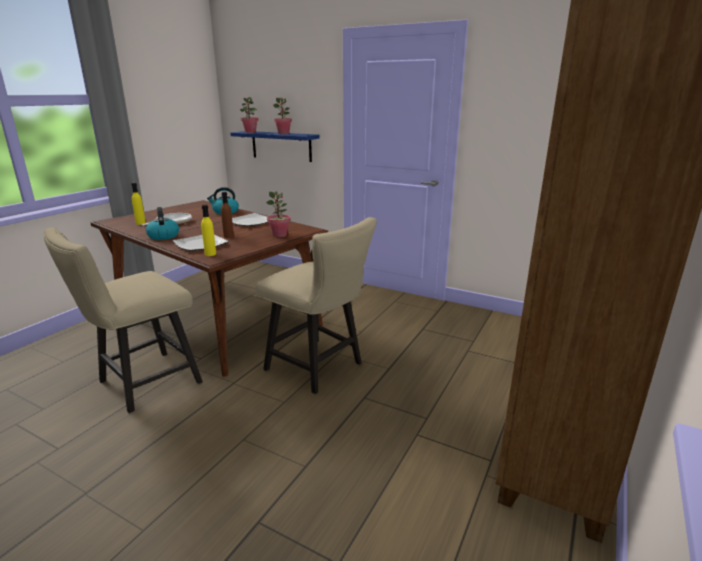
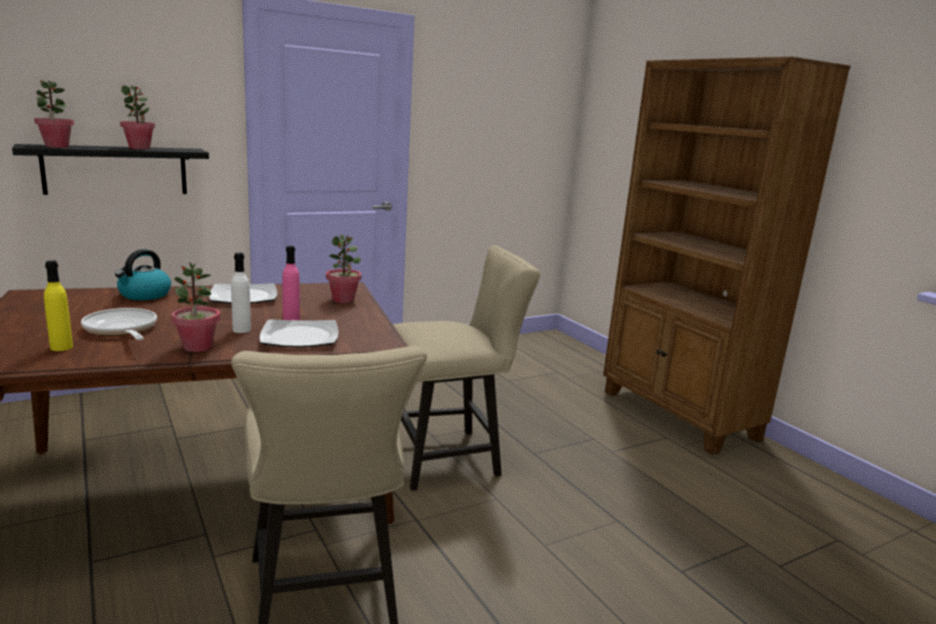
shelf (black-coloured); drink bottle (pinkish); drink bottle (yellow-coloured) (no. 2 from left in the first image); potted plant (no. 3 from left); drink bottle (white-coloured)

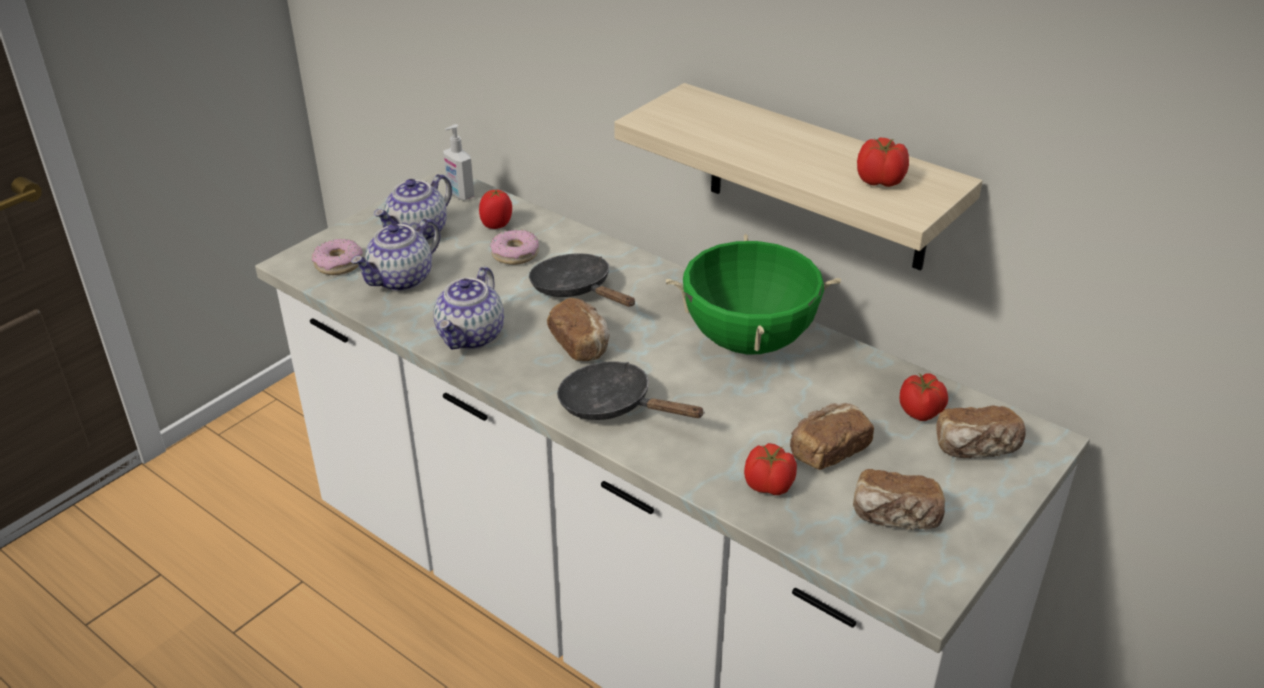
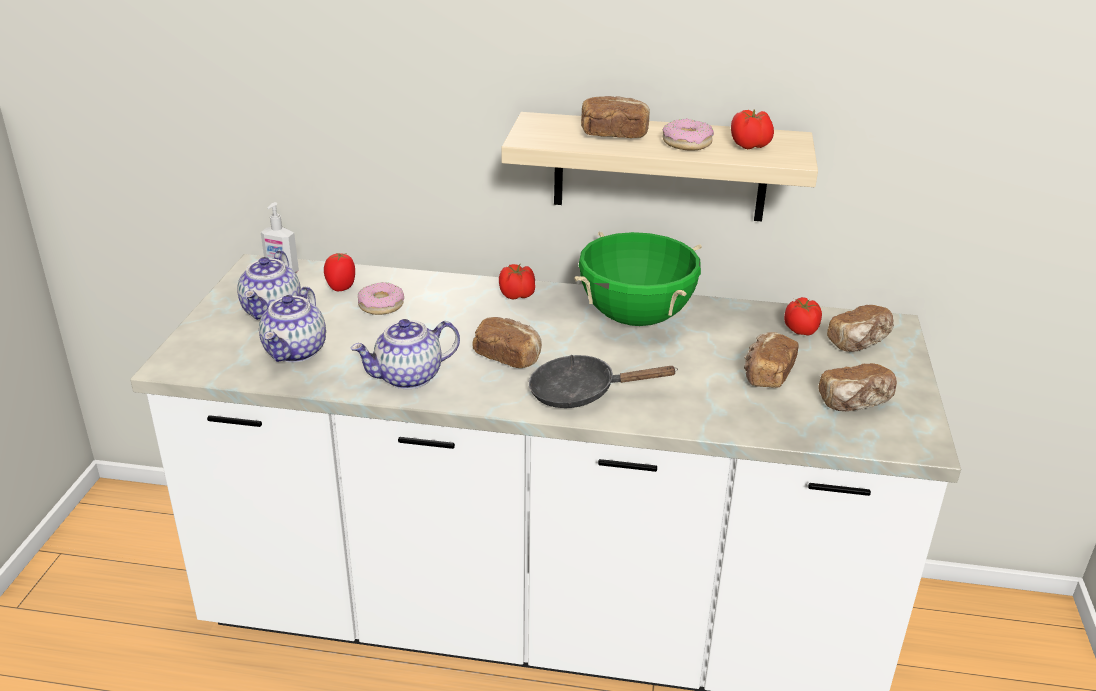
donut (no. 2 from left); skillet (black-coloured) (no. 1 from left in the first image); teapot (no. 3 from left); tomato (no. 2 from left); baked bread (no. 2 from left)

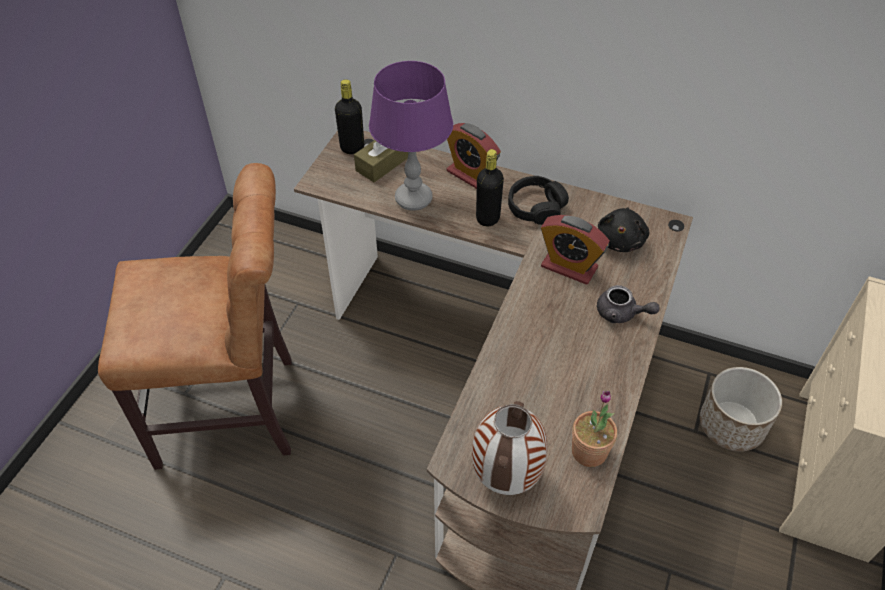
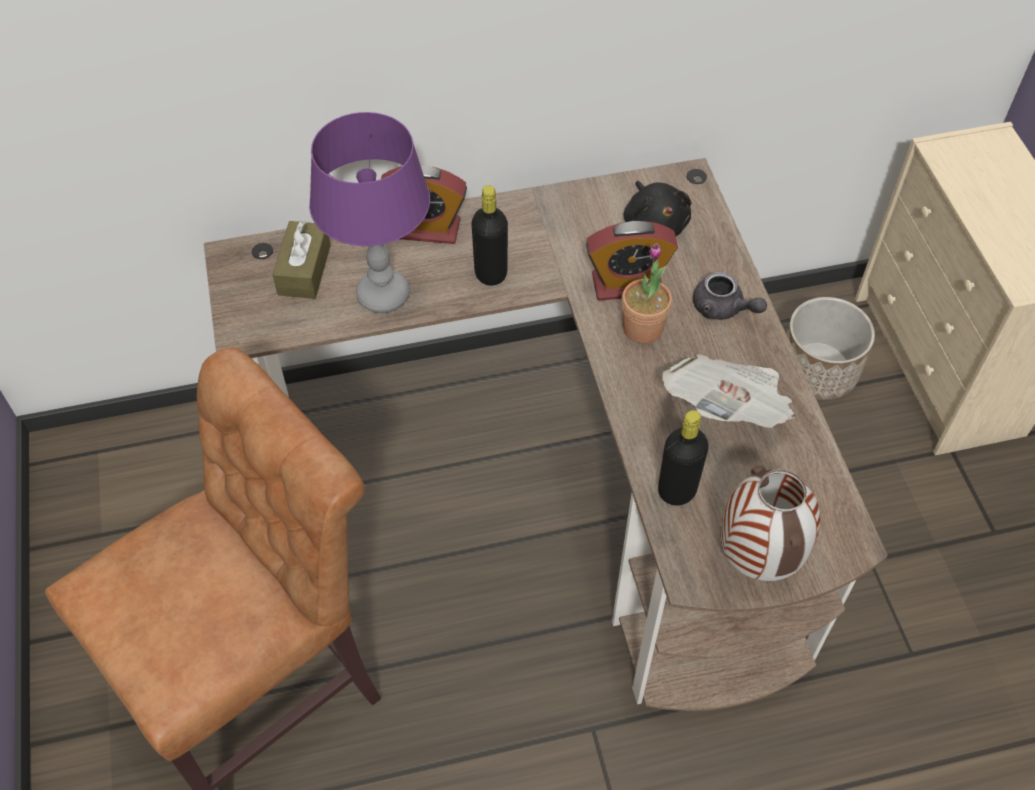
drink bottle (black-coloured) (no. 2 from left); headphones (black-coloured); teapot (greyish); potted plant; daily paper

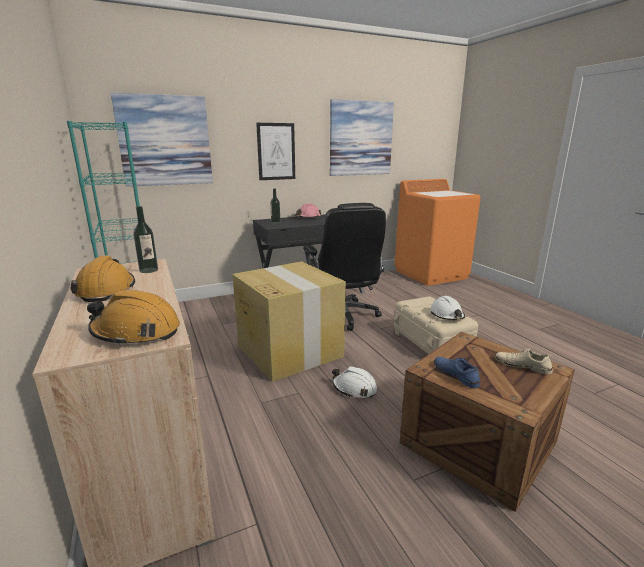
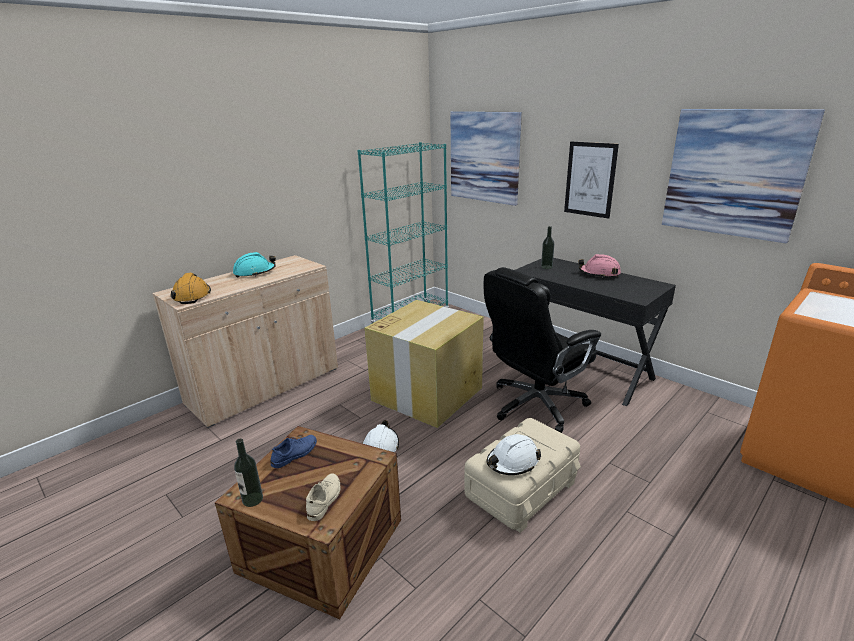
drink bottle (no. 1 from left); hard hat (turquoise)

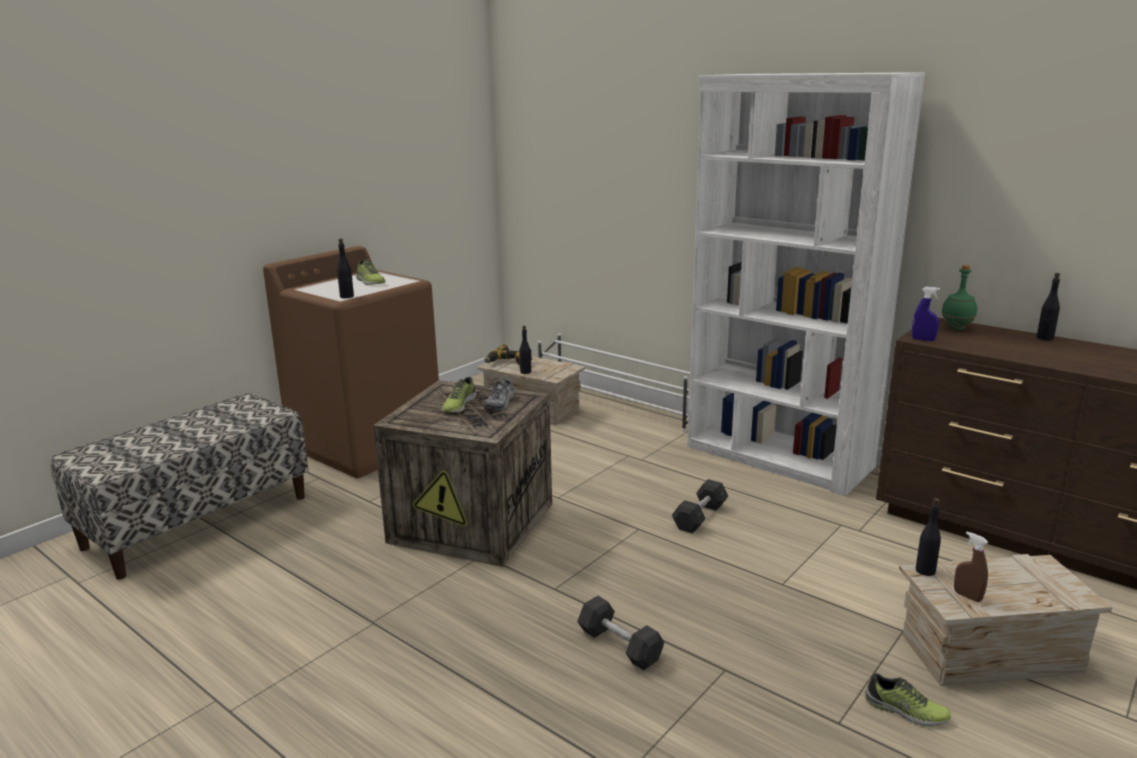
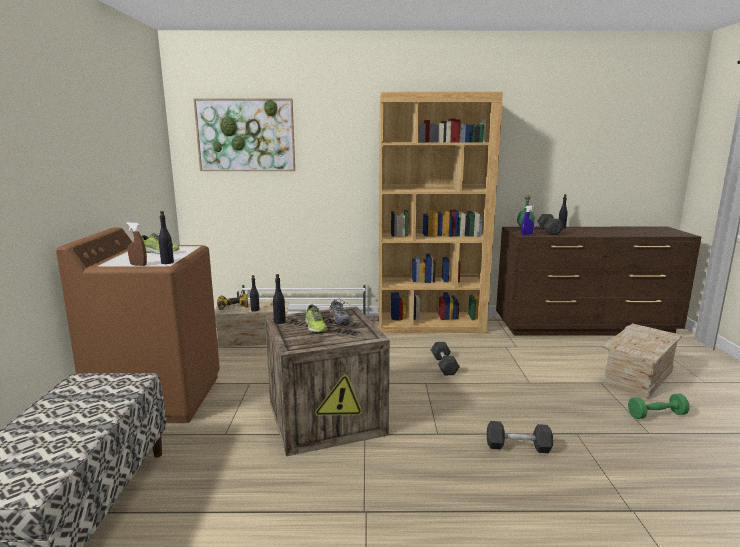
bookcase (brownish); drink bottle (black-coloured) (no. 3 from left); hand sprayer (brownish); dumbbell (green-coloured); wall art; dumbbell (greyish) (no. 3 from left)

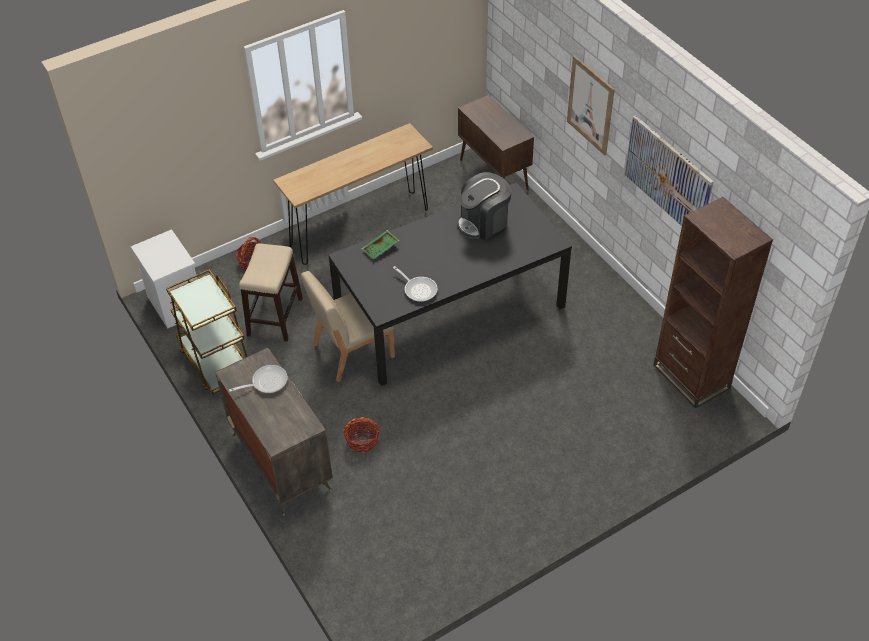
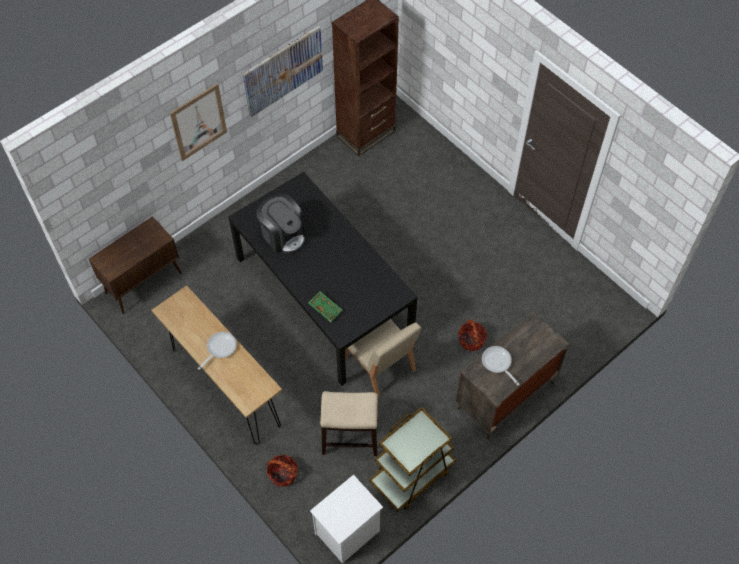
skillet (no. 1 from left)

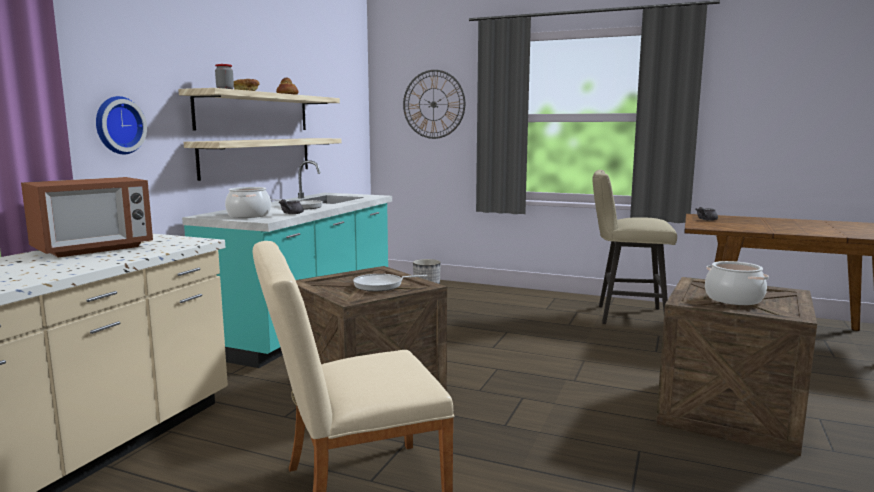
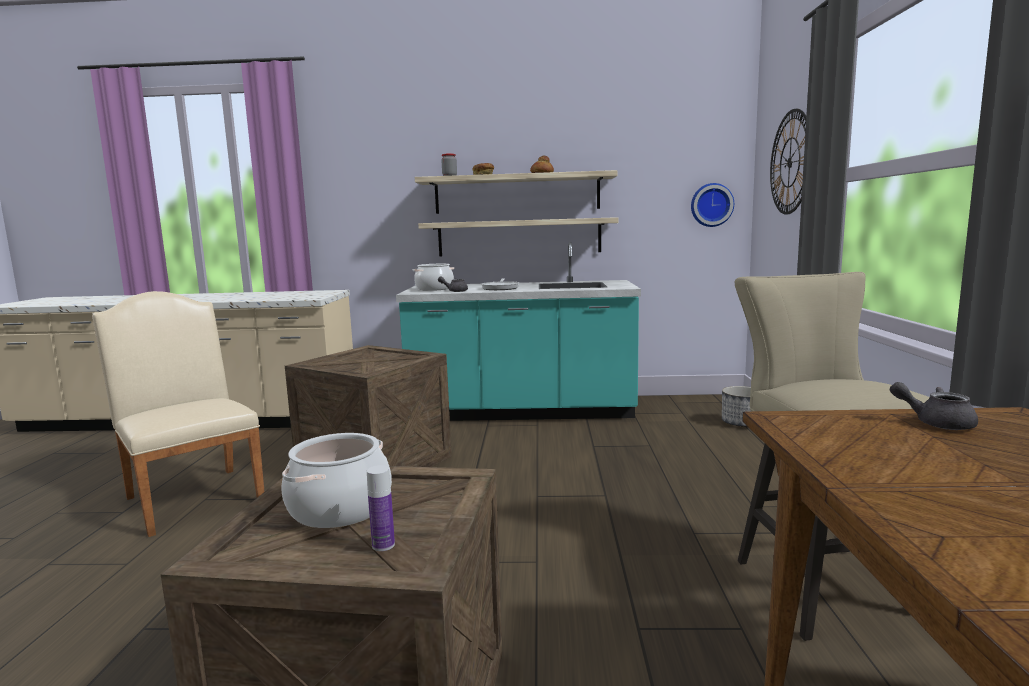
clock on the wall (no. 1 from left); microwave oven; skillet (no. 2 from left in the first image); drink bottle

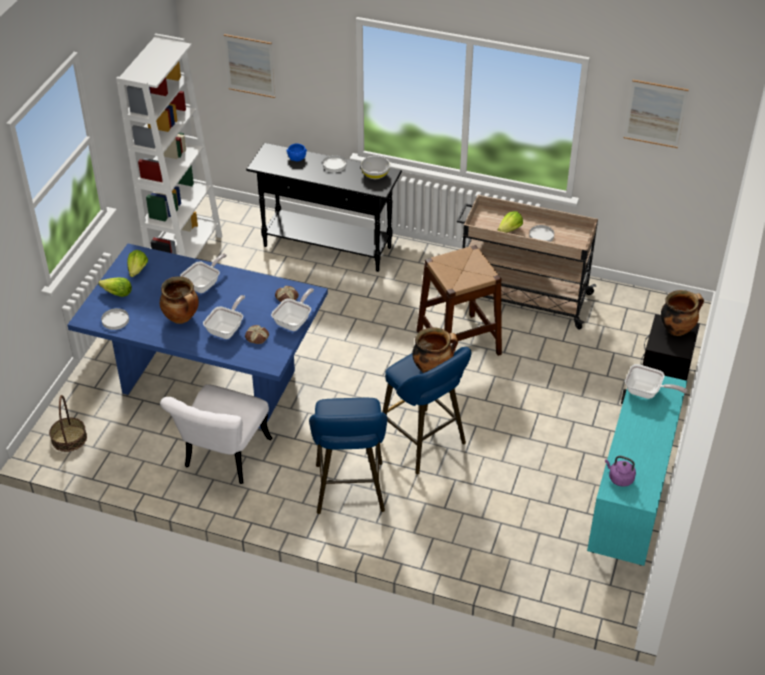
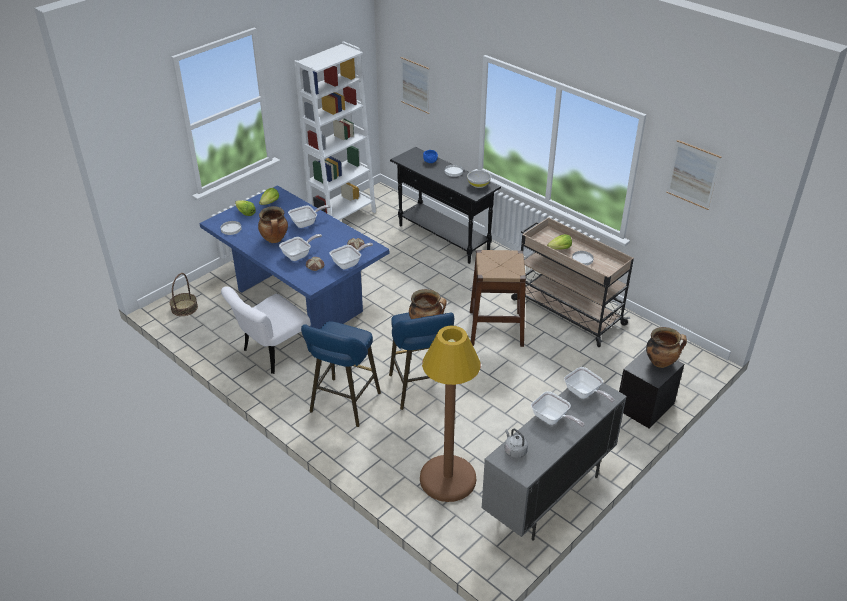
storage cabinet (greyish); tea kettle (greyish); standard lamp (brownish); skillet (no. 4 from left)

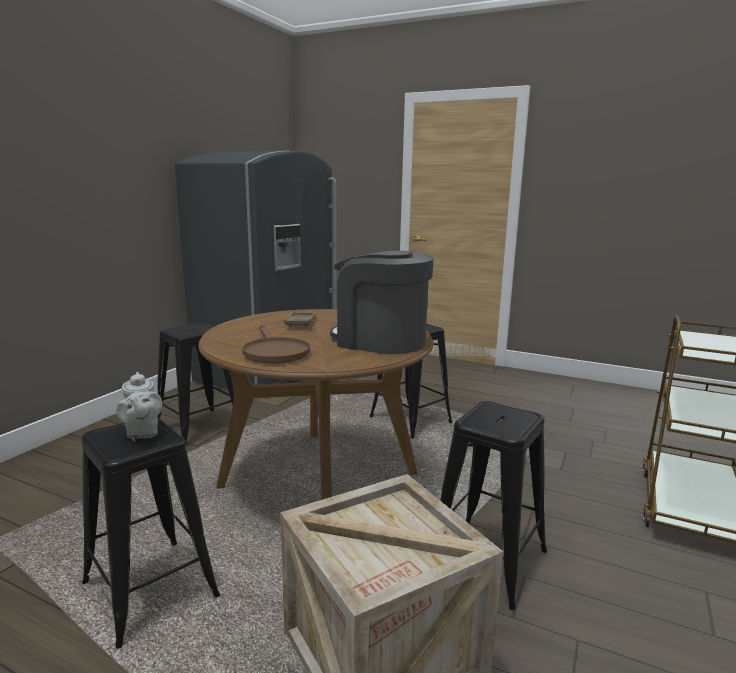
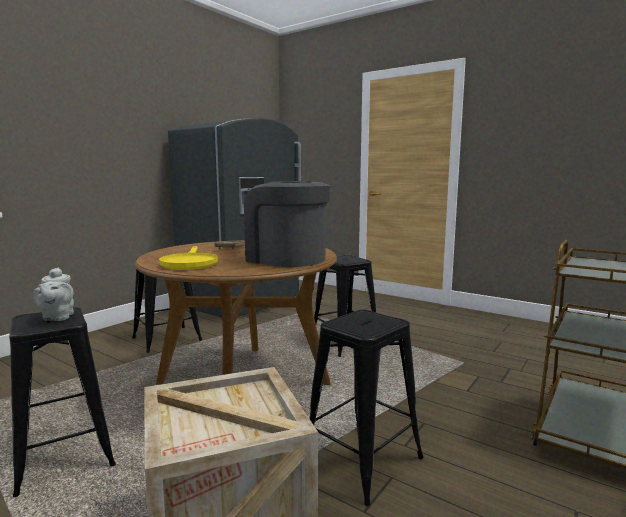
skillet (yellow-coloured)

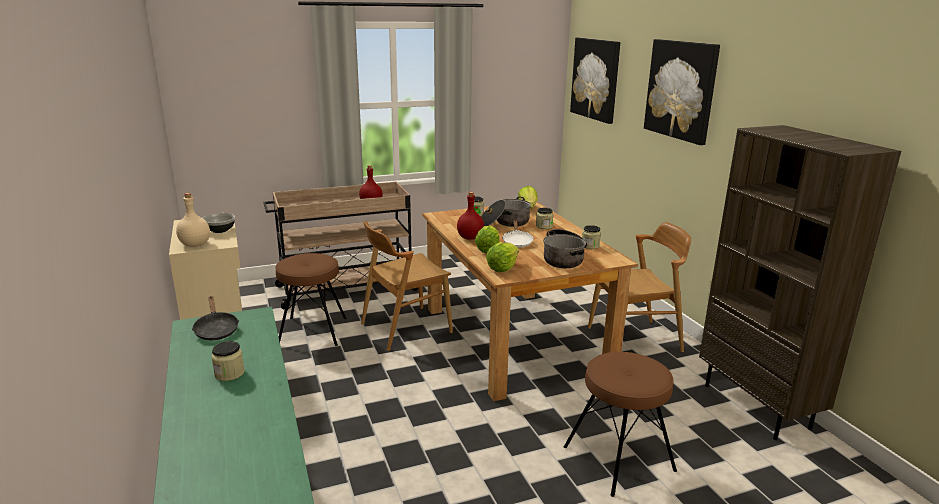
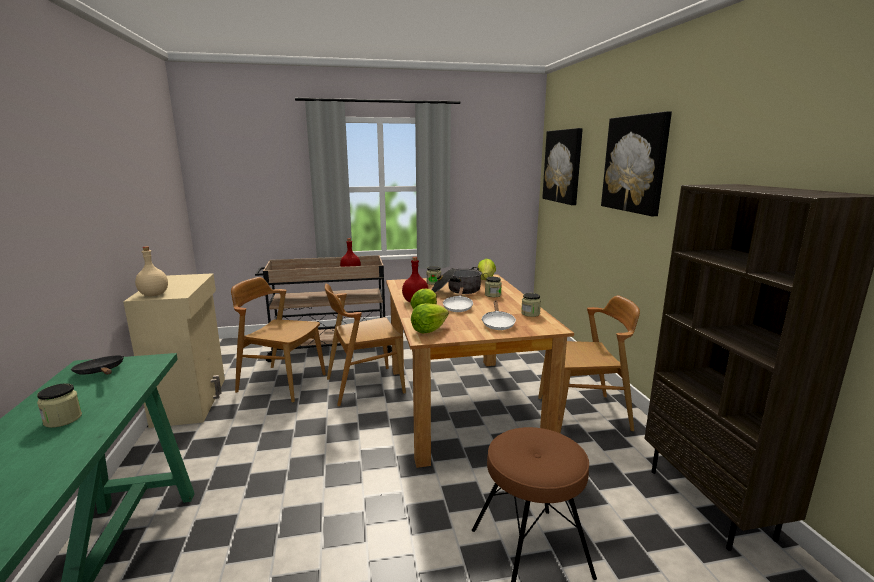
deep dish; skillet (white-coloured) (no. 2 from left); upright chair (brownish) (no. 1 from left); skillet (black-coloured)

